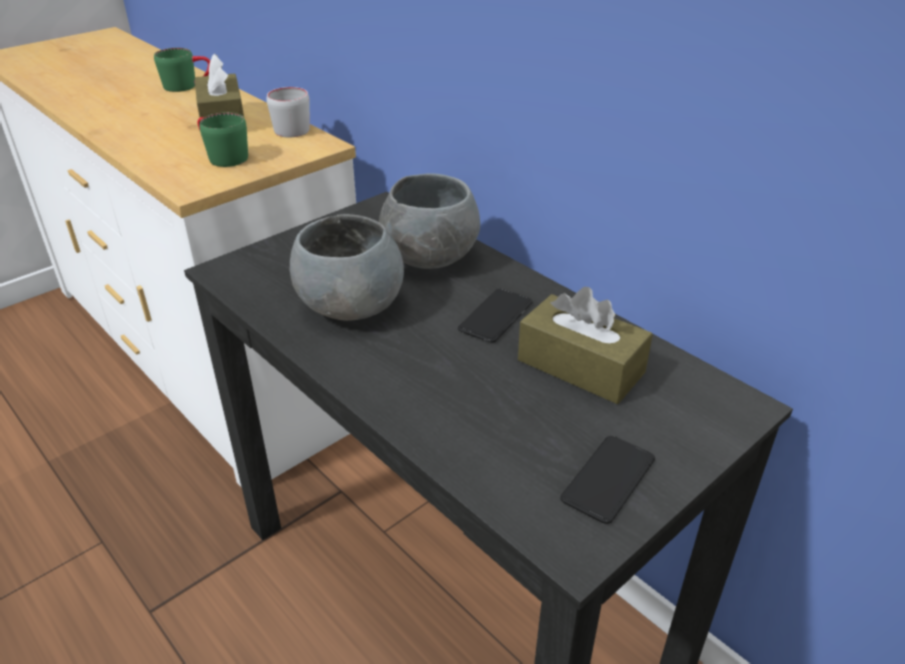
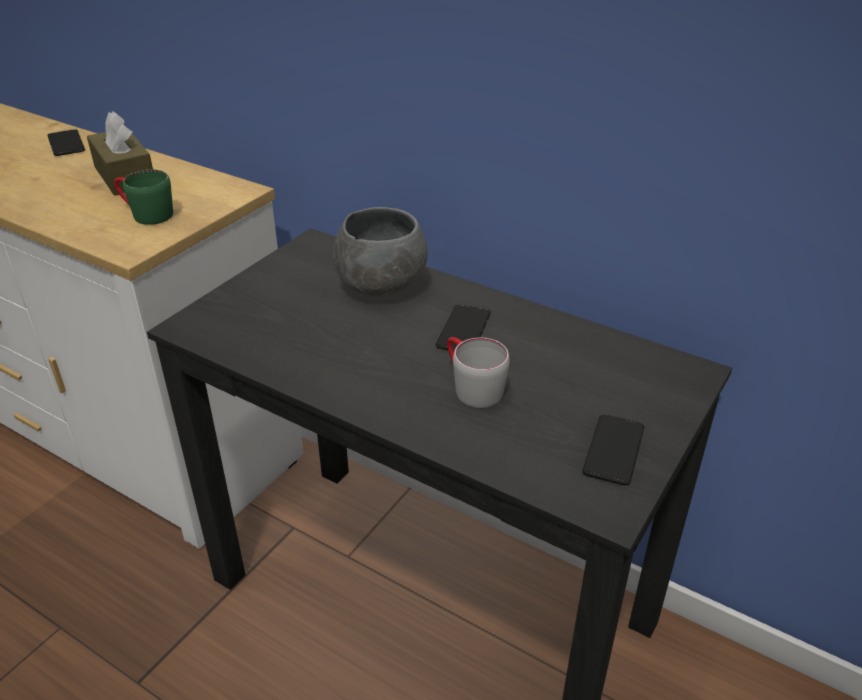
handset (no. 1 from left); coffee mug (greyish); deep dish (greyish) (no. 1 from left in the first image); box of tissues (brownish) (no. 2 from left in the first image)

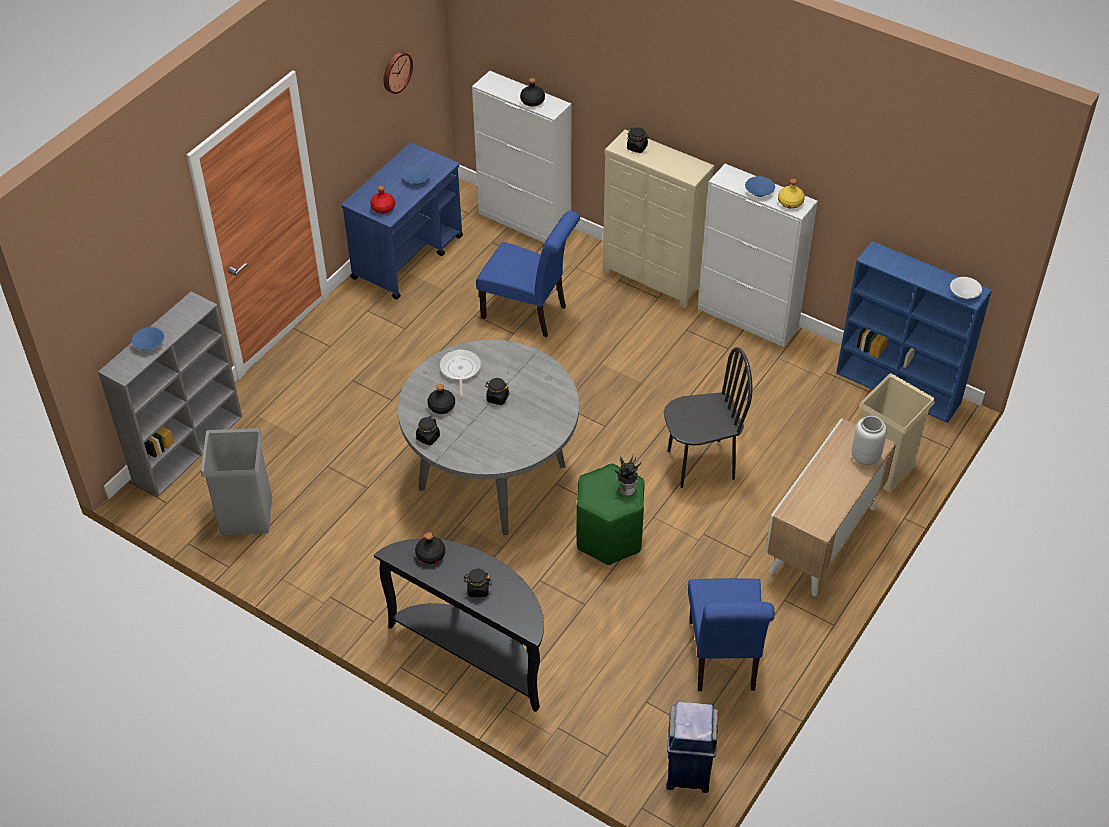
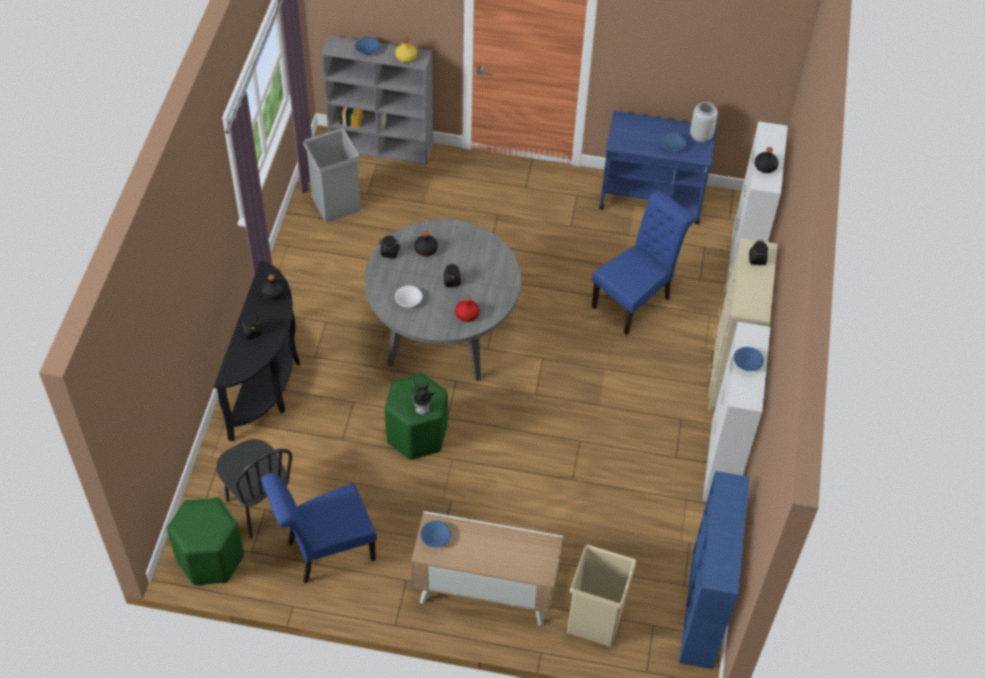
clock on the wall; drink bottle (yellow-coloured); drink bottle (red); upright chair (blue-coloured) (no. 2 from left); deep dish (white-coloured); upright chair (black-coloured); skillet; flower vase (greyish); sitting stool (green-coloured) (no. 1 from left); deep dish (blue-coloured) (no. 2 from left)

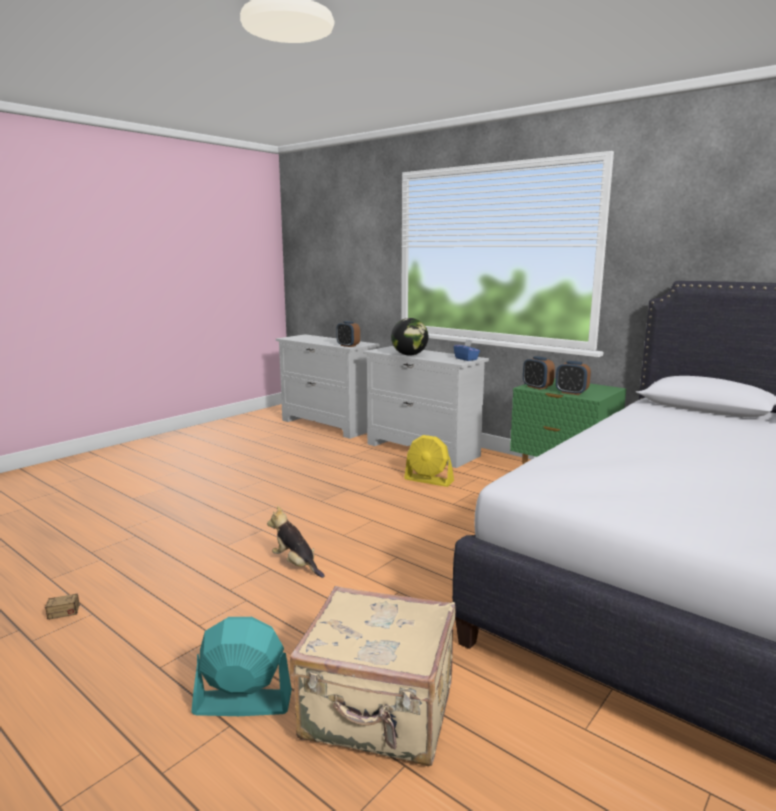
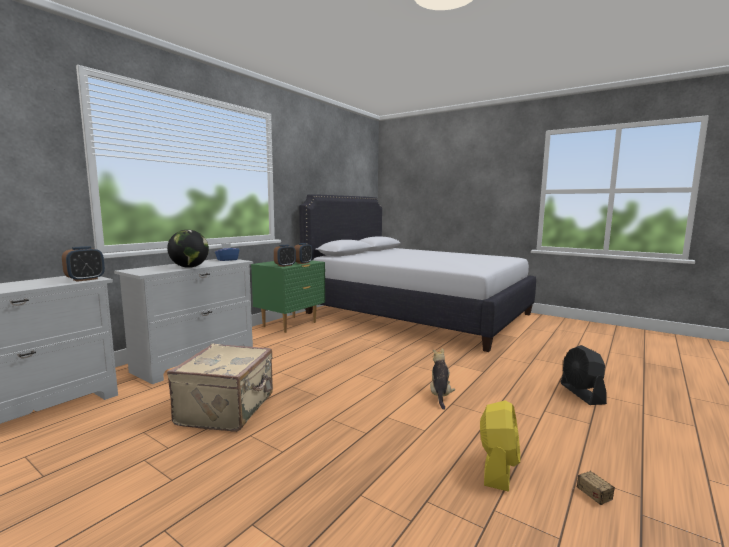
cooling fan (yellow-coloured); soft toy; suitcase (beige); cooling fan (black-coloured)

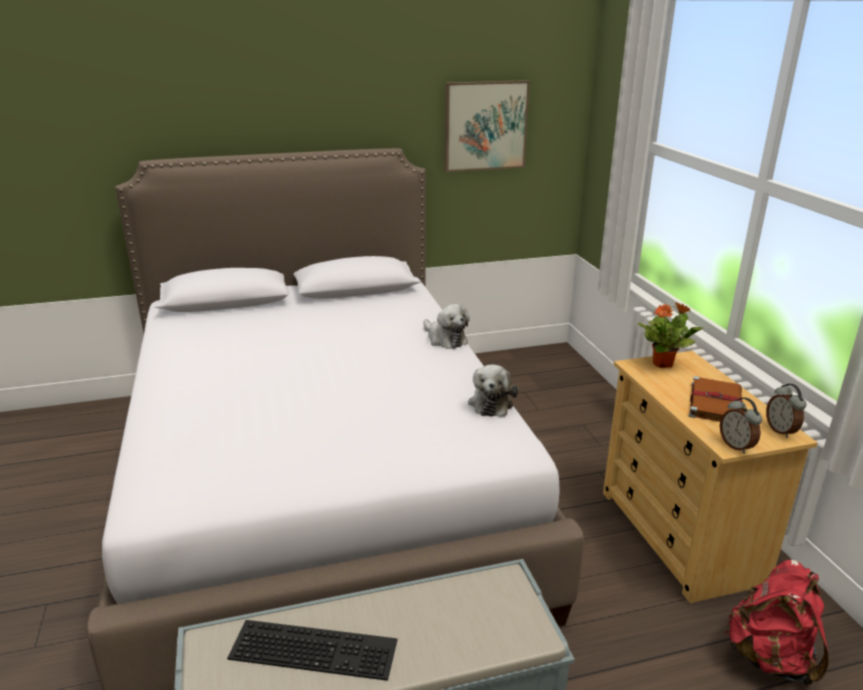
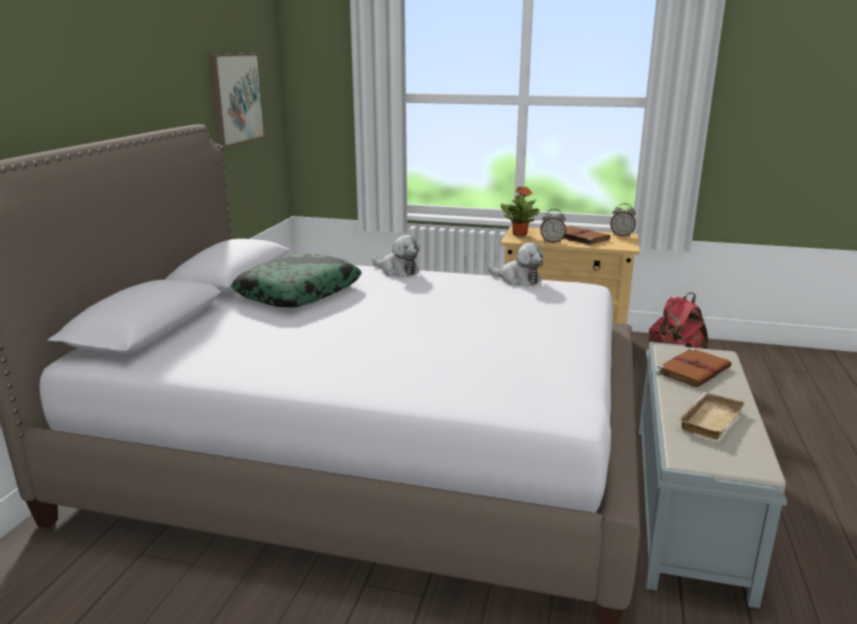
soft toy (no. 1 from left); alarm clock (no. 1 from left); serving tray (beige); pillow; book (brownish) (no. 2 from left)

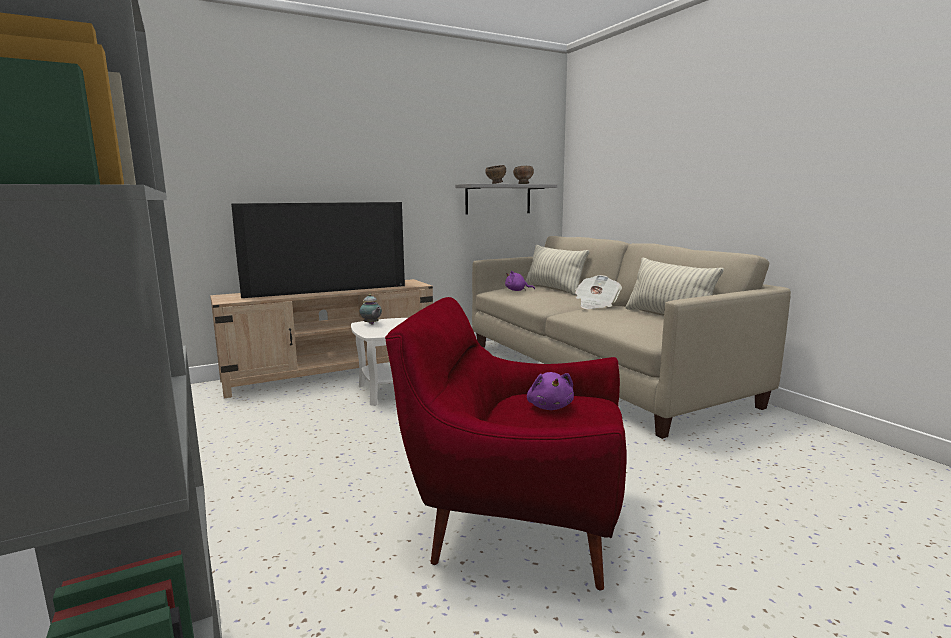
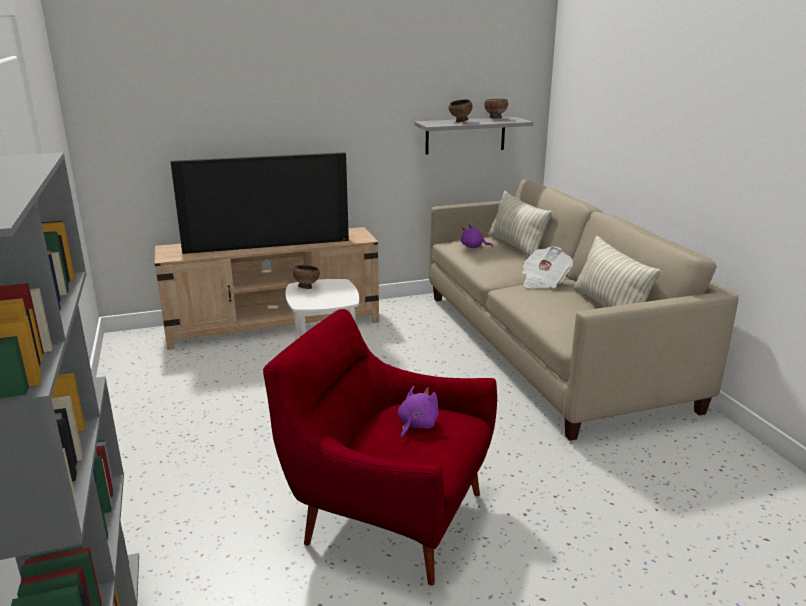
deep dish (brownish) (no. 1 from left); soft toy (purple-coloured) (no. 1 from left)

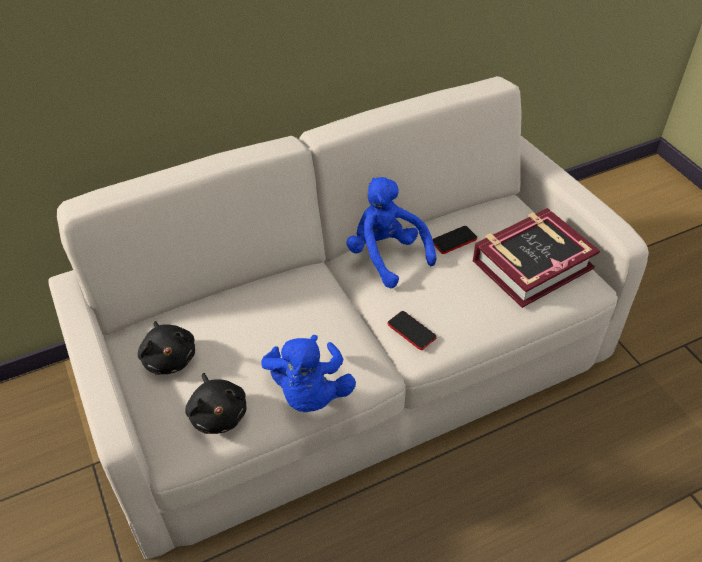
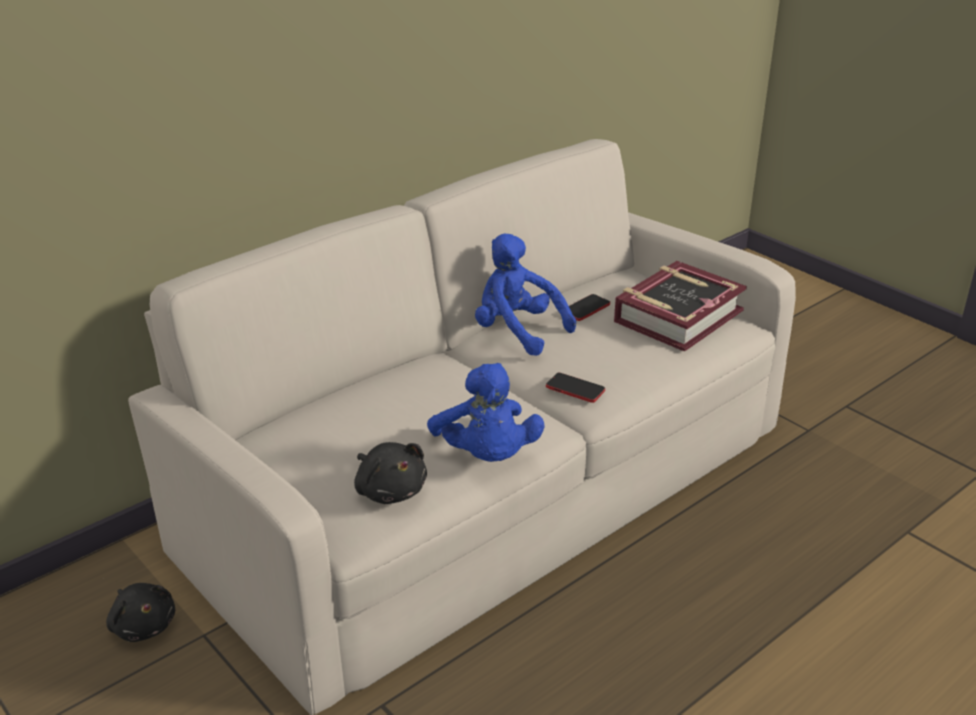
soft toy (black-coloured) (no. 1 from left)

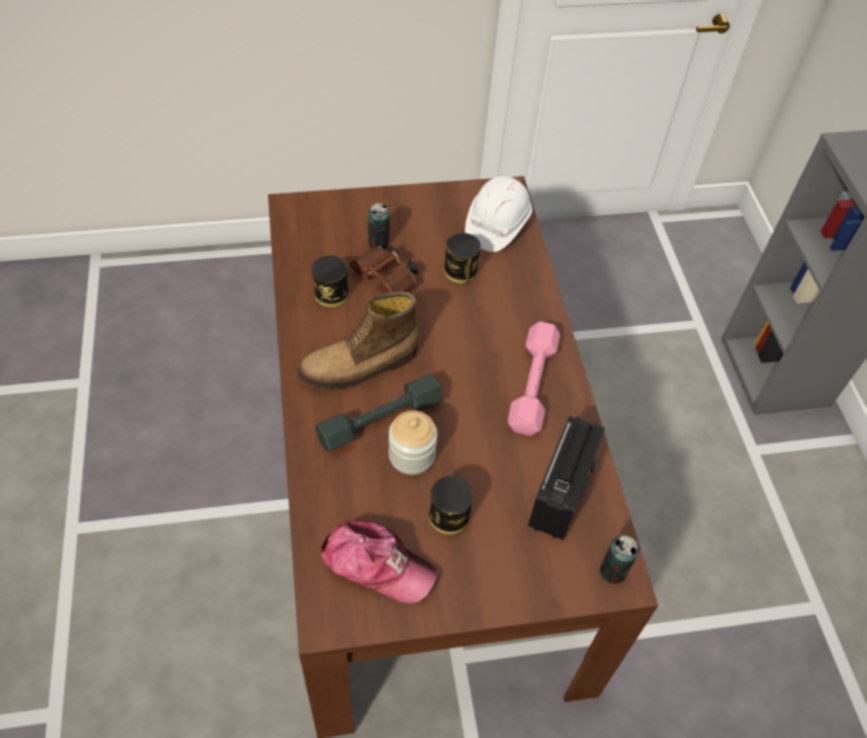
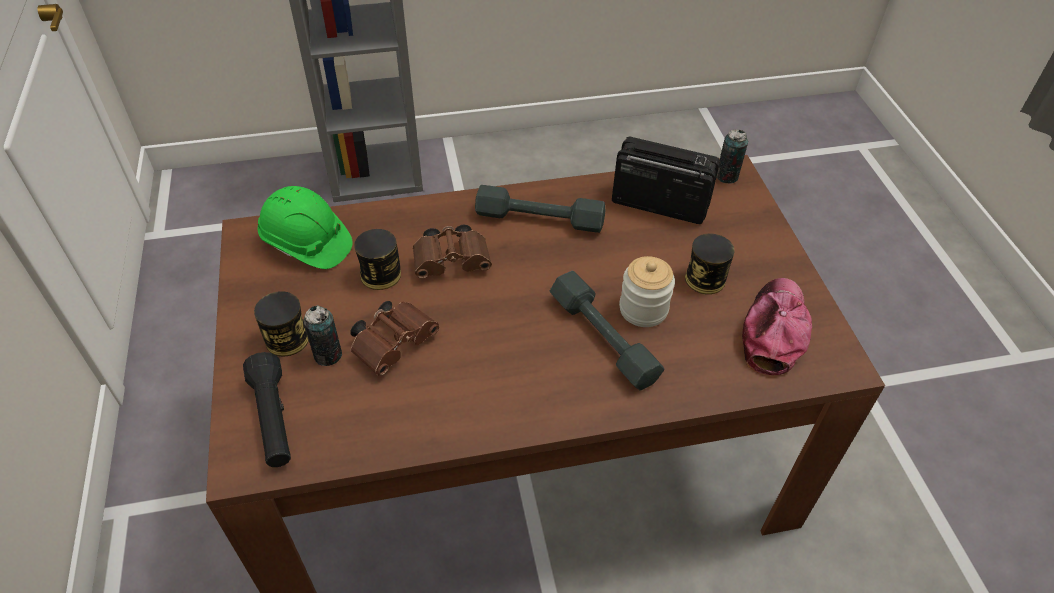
hard hat (green-coloured); sealed can (no. 1 from left); high-top boot; dumbbell (greyish) (no. 1 from left); pair of binoculars (brownish) (no. 2 from left); torch (black-coloured)

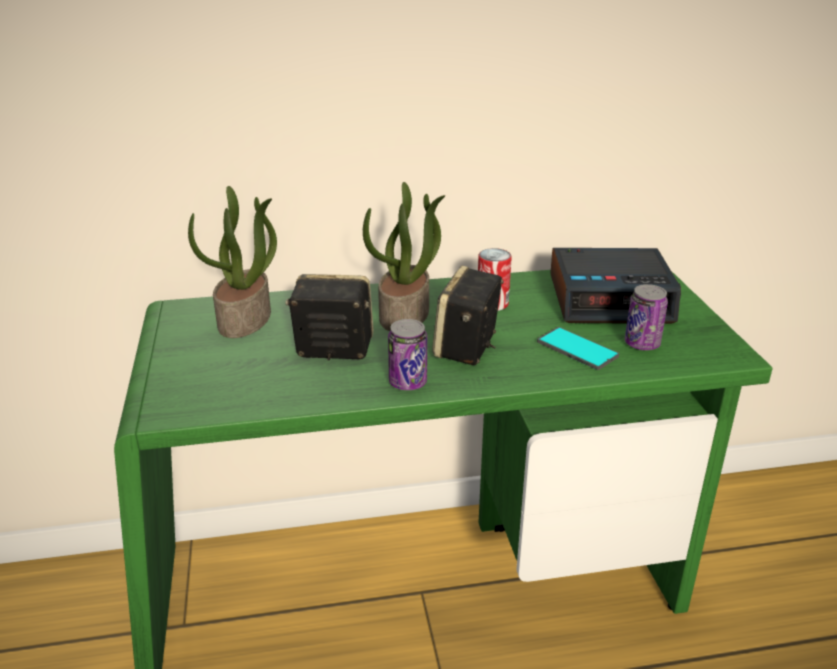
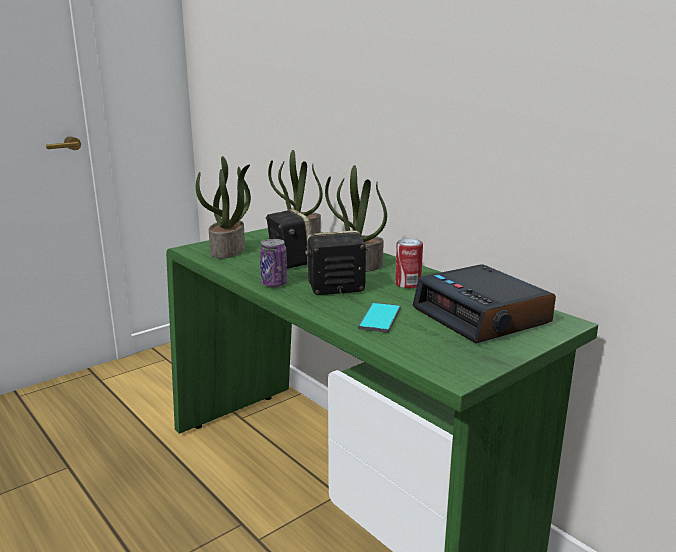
sealed can (no. 3 from left in the first image); potted plant (no. 1 from left)

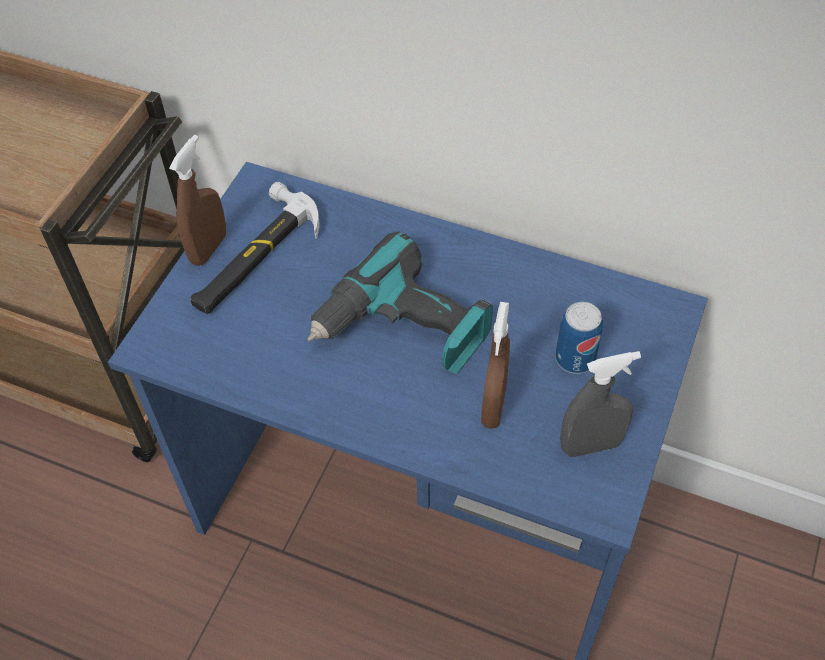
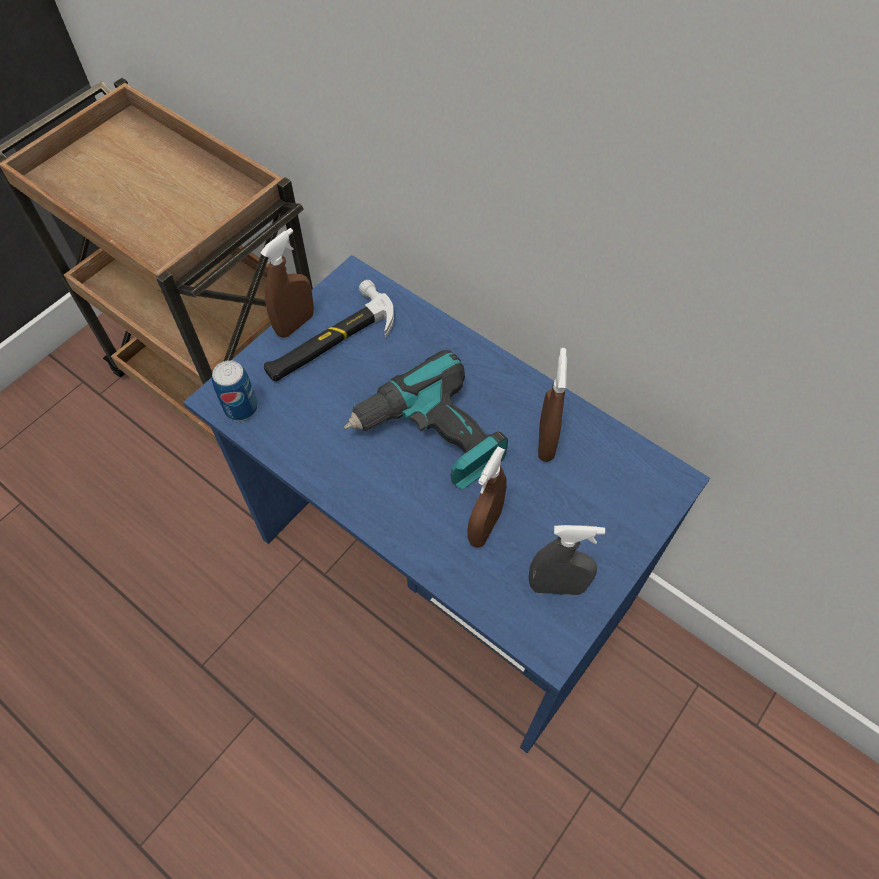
sealed can; hand sprayer (brownish) (no. 3 from left)

